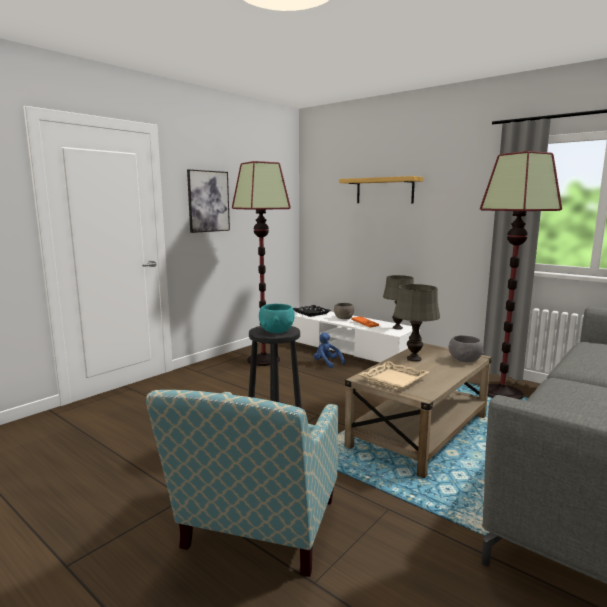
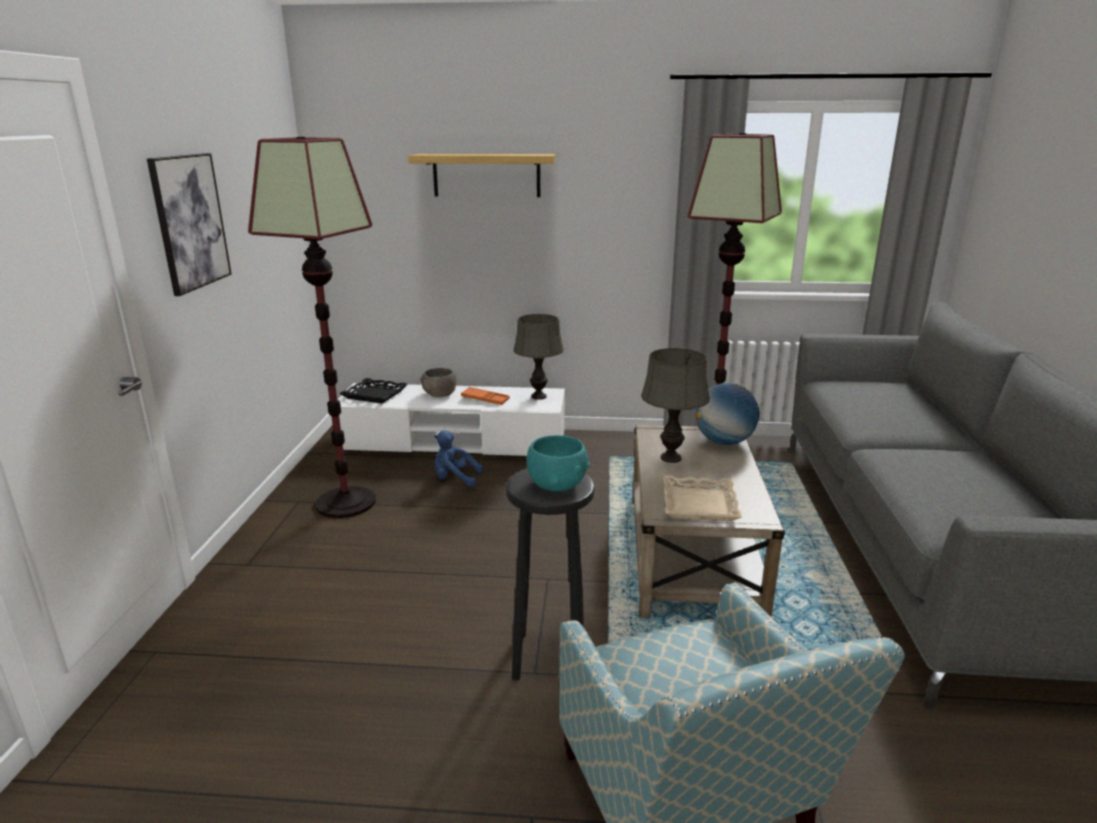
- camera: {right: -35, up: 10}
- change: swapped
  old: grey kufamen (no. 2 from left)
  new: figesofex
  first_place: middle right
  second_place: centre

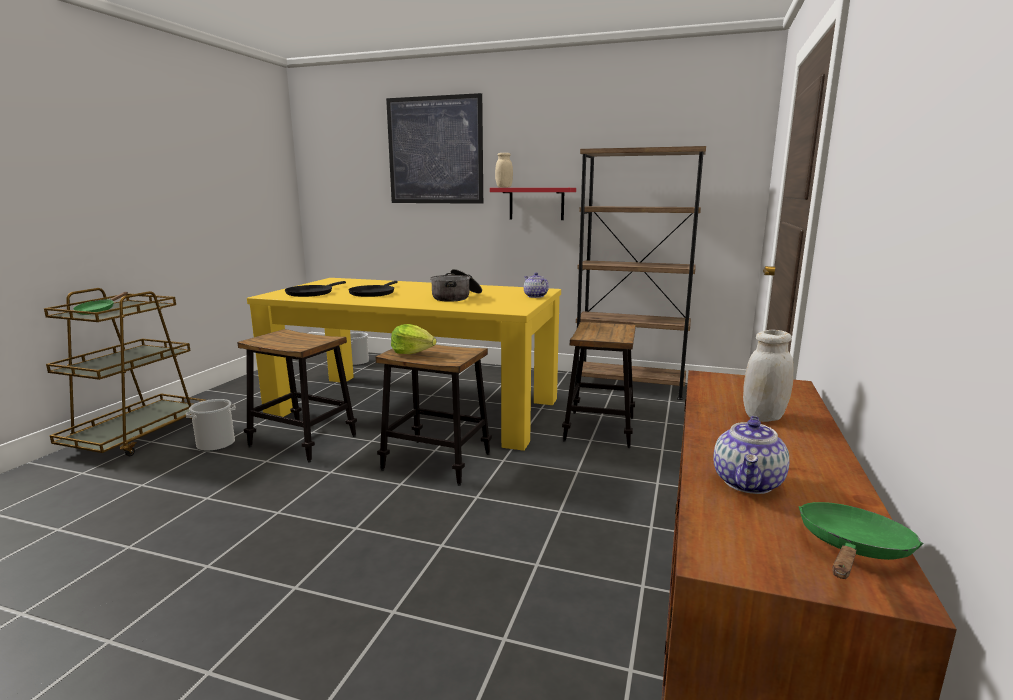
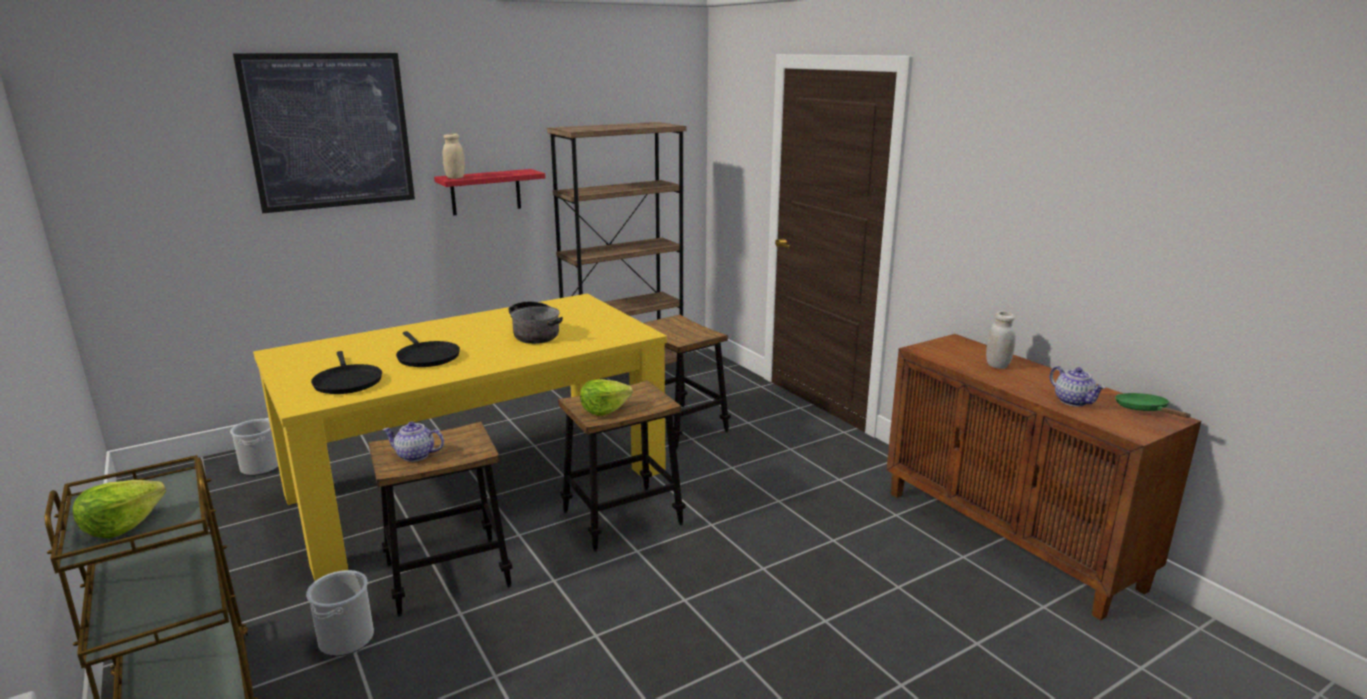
- camera: {right: -50, up: 5}
- change: swapped
  old: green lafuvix (no. 1 from left)
  new: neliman (no. 1 from left)
  first_place: middle left
  second_place: bottom left
- change: shifted
  old: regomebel (no. 1 from left)
  first_place: centre
  second_place: middle left

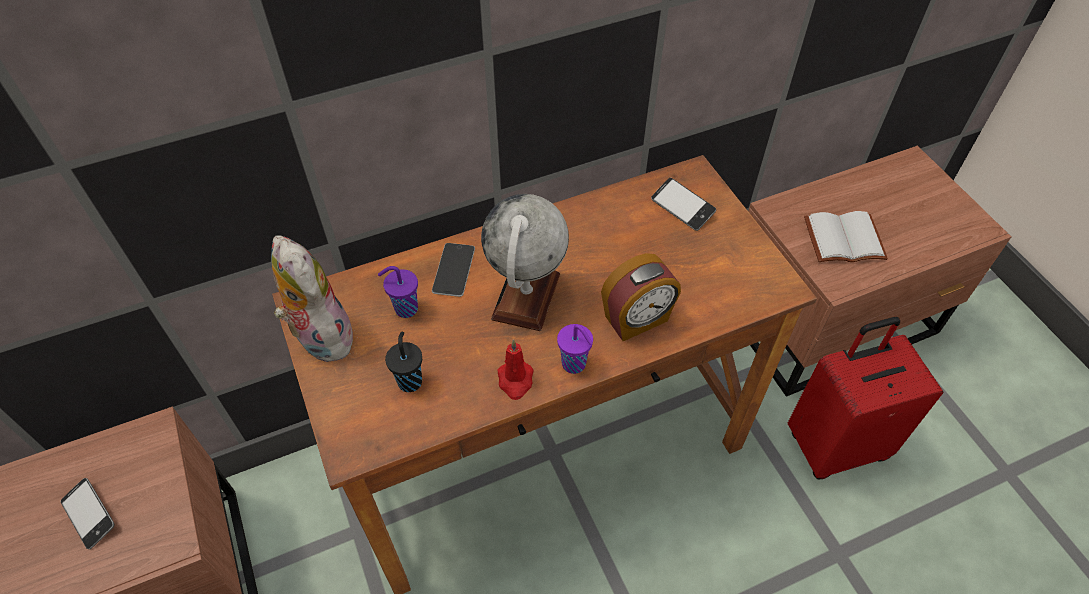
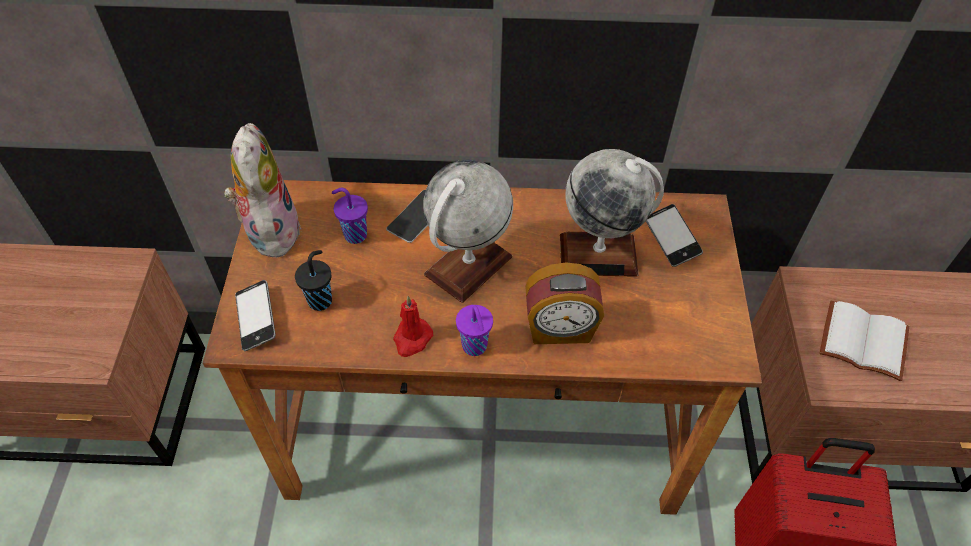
- camera: {right: 25, up: 0}
- change: shifted
  old: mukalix (no. 1 from left)
  first_place: bottom left
  second_place: middle left
- change: new
  new: figesofex (no. 2 from left)
  second_place: centre

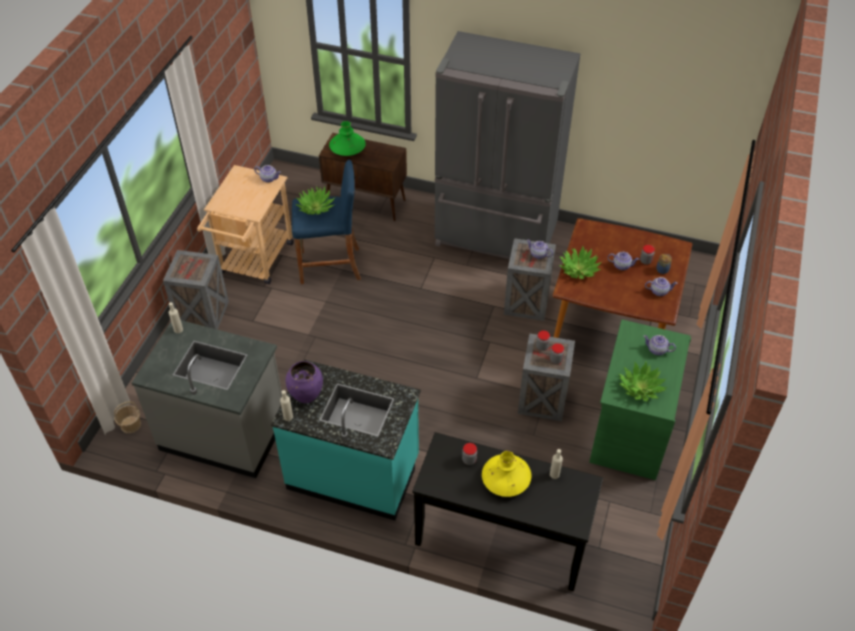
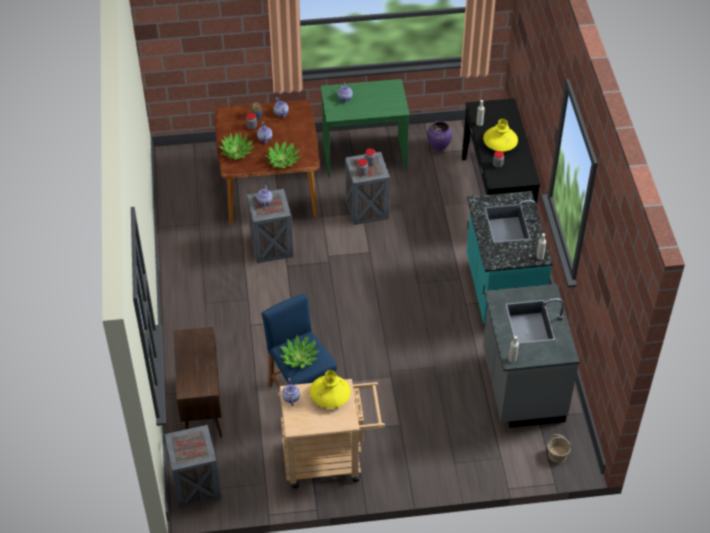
- camera: {right: -115, up: 0}
- change: shifted
  old: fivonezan (no. 1 from left)
  first_place: middle left
  second_place: bottom left
- change: shifted
  old: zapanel (no. 3 from left in the first image)
  new: zapanel (no. 1 from left)
  first_place: middle right
  second_place: top left
- change: new
  new: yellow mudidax (no. 1 from left)
  second_place: bottom centre
- change: shifted
  old: purple mudidax
  first_place: centre
  second_place: top centre
- change: gone
  old: green mudidax
  first_place: top centre
- change: gone
  old: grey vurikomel
  first_place: top centre

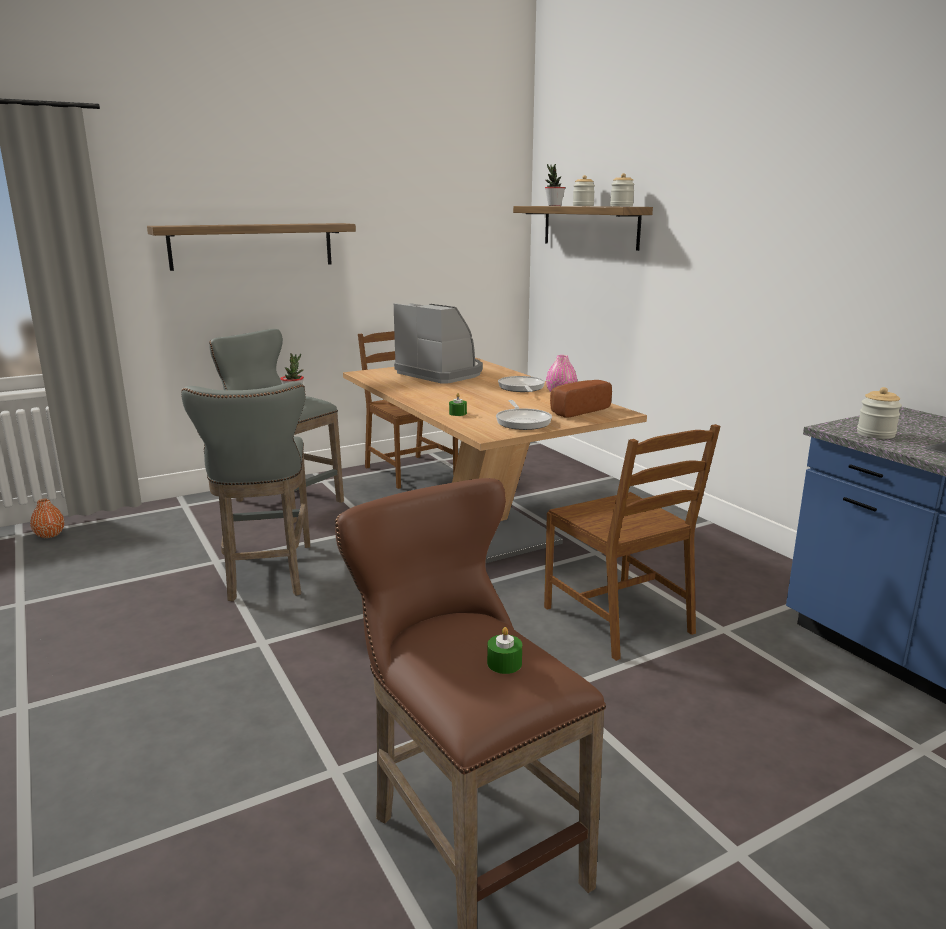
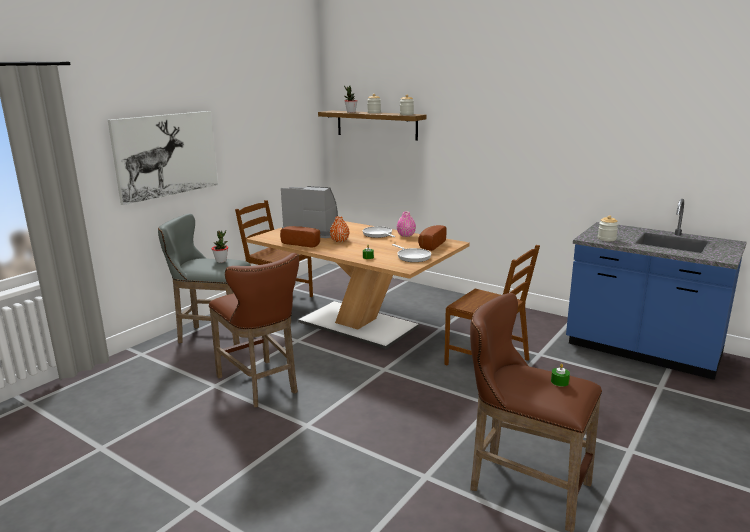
- camera: {right: -25, up: 0}
- change: swapped
  old: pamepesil (no. 1 from left)
  new: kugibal
  first_place: top left
  second_place: top left
- change: repainted
  old: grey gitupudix (no. 1 from left)
  new: brown gitupudix (no. 1 from left)
  first_place: middle left
  second_place: centre
- change: new
  new: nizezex (no. 1 from left)
  second_place: centre
- change: shifted
  old: orange mudidax
  first_place: middle left
  second_place: centre

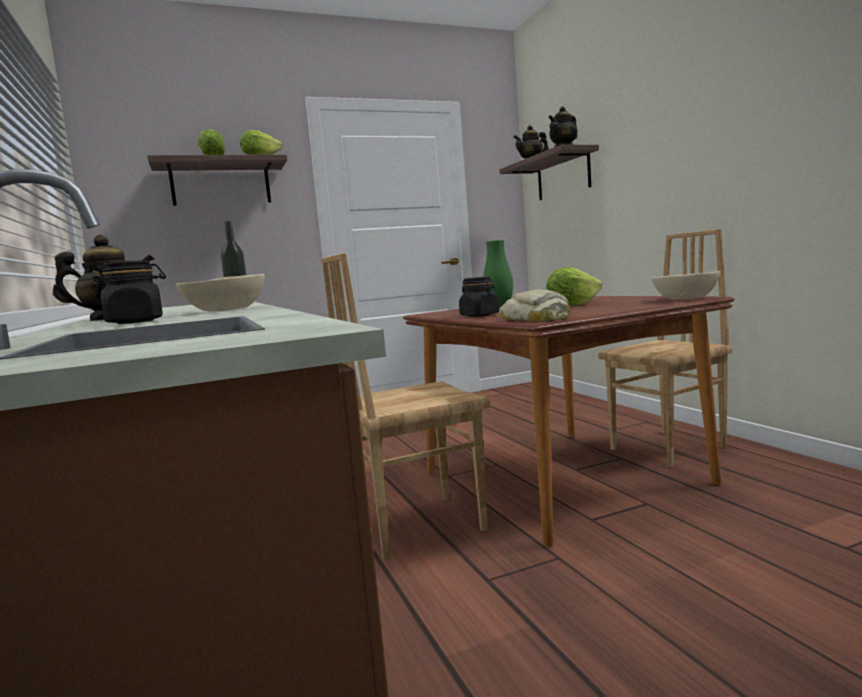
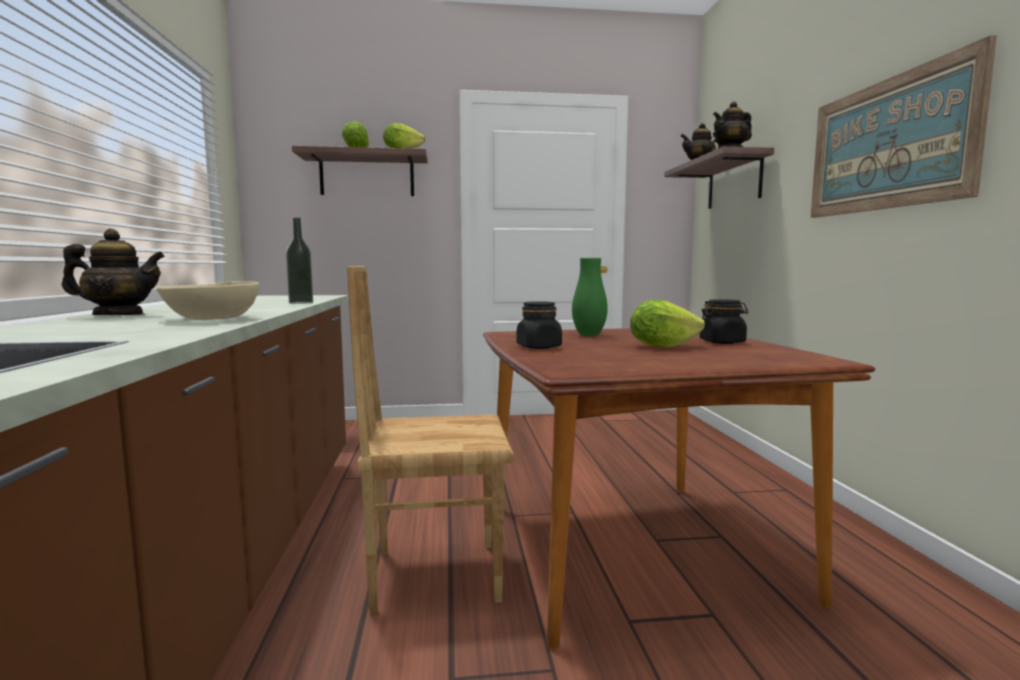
- camera: {right: 15, up: 0}
- change: shifted
  old: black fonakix (no. 1 from left in the first image)
  new: black fonakix (no. 2 from left)
  first_place: middle left
  second_place: middle right
- change: new
  new: kugibal
  second_place: top right
- change: gone
  old: nizezex
  first_place: centre
- change: gone
  old: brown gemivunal (no. 2 from left)
  first_place: middle right
- change: gone
  old: beige kufamen (no. 2 from left)
  first_place: middle right

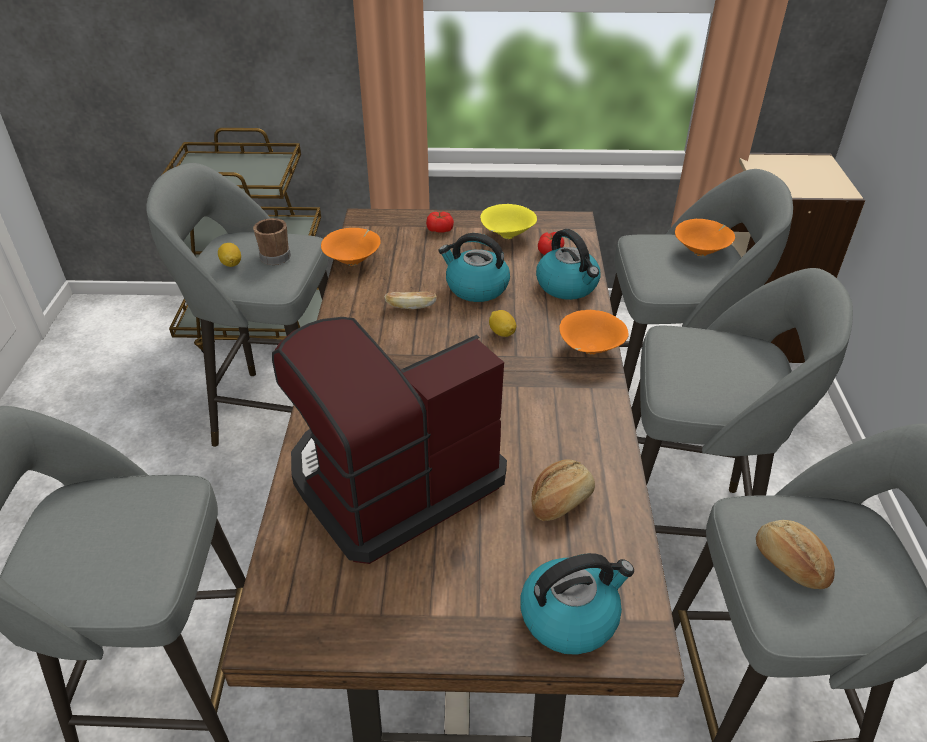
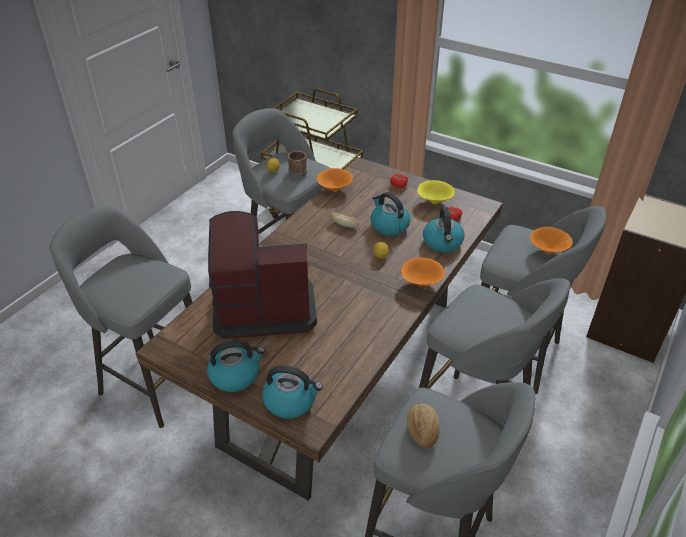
- camera: {right: 30, up: 0}
- change: new
  new: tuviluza (no. 1 from left)
  second_place: bottom centre
- change: gone
  old: nizezex (no. 2 from left)
  first_place: centre

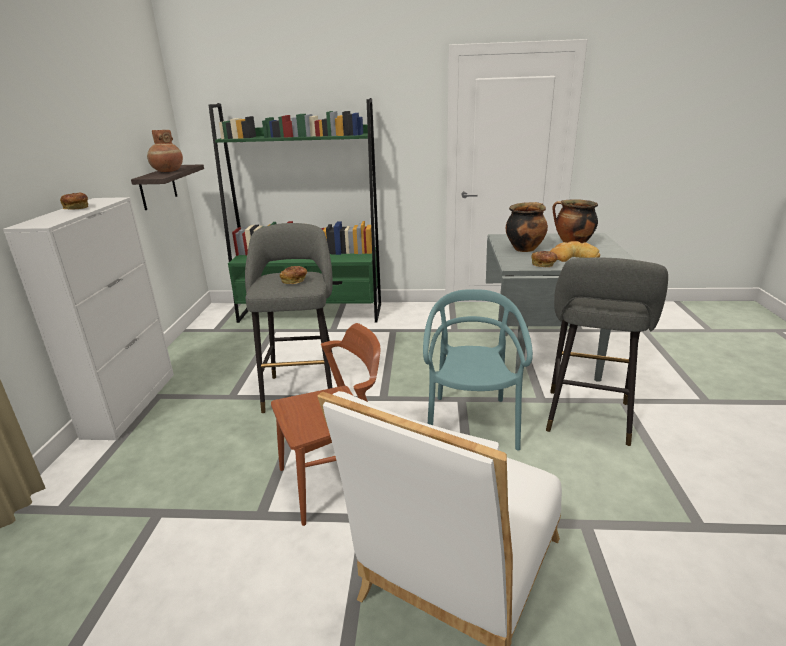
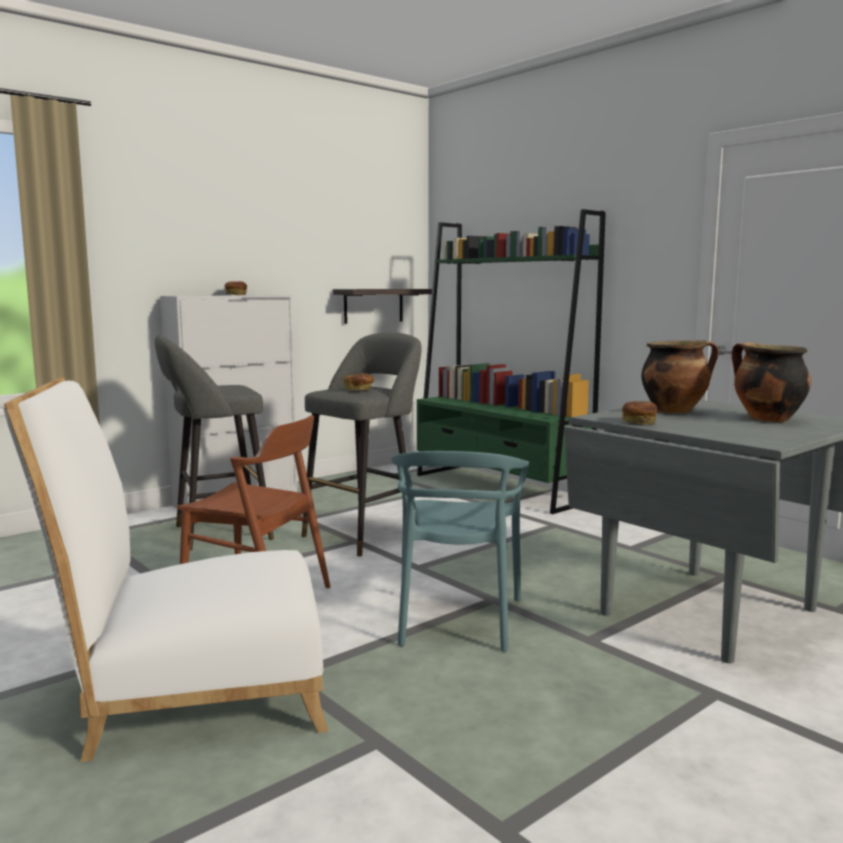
- camera: {right: 45, up: -15}
- change: shifted
  old: grey gitupudix (no. 2 from left in the first image)
  new: grey gitupudix (no. 1 from left)
  first_place: middle right
  second_place: middle left
- change: rotated
  old: turquoise gemivunal
  first_place: centre
  second_place: centre
  degrees: 135
- change: gone
  old: brown mudidax
  first_place: top left
- change: gone
  old: nizezex (no. 4 from left)
  first_place: middle right

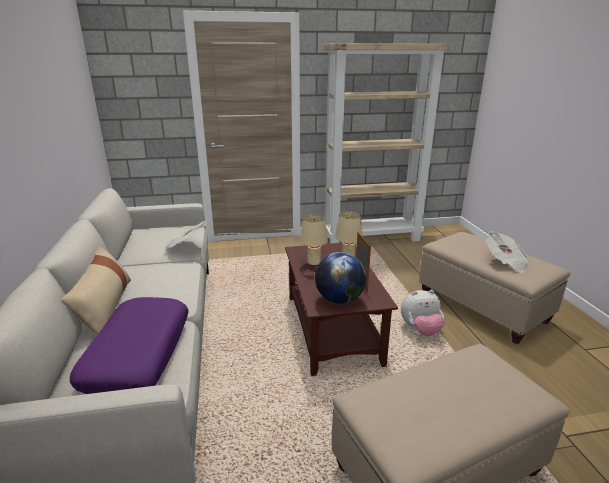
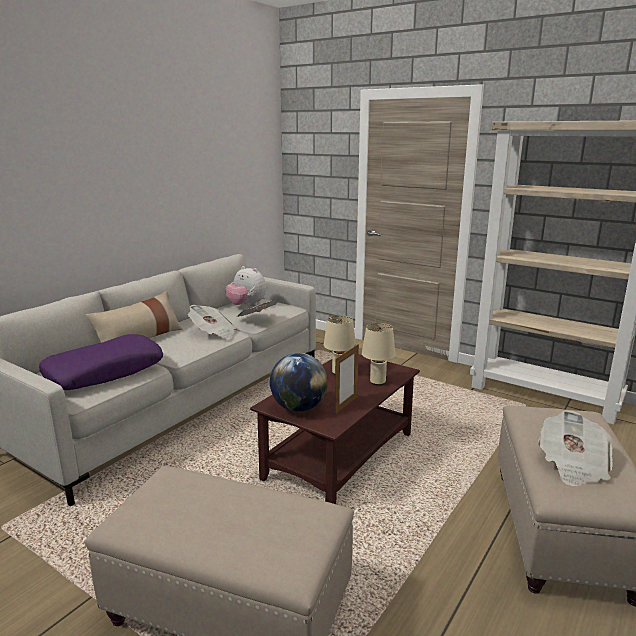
- camera: {right: 45, up: -5}
- change: new
  new: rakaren (no. 1 from left)
  second_place: centre
- change: shifted
  old: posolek
  first_place: middle right
  second_place: centre

